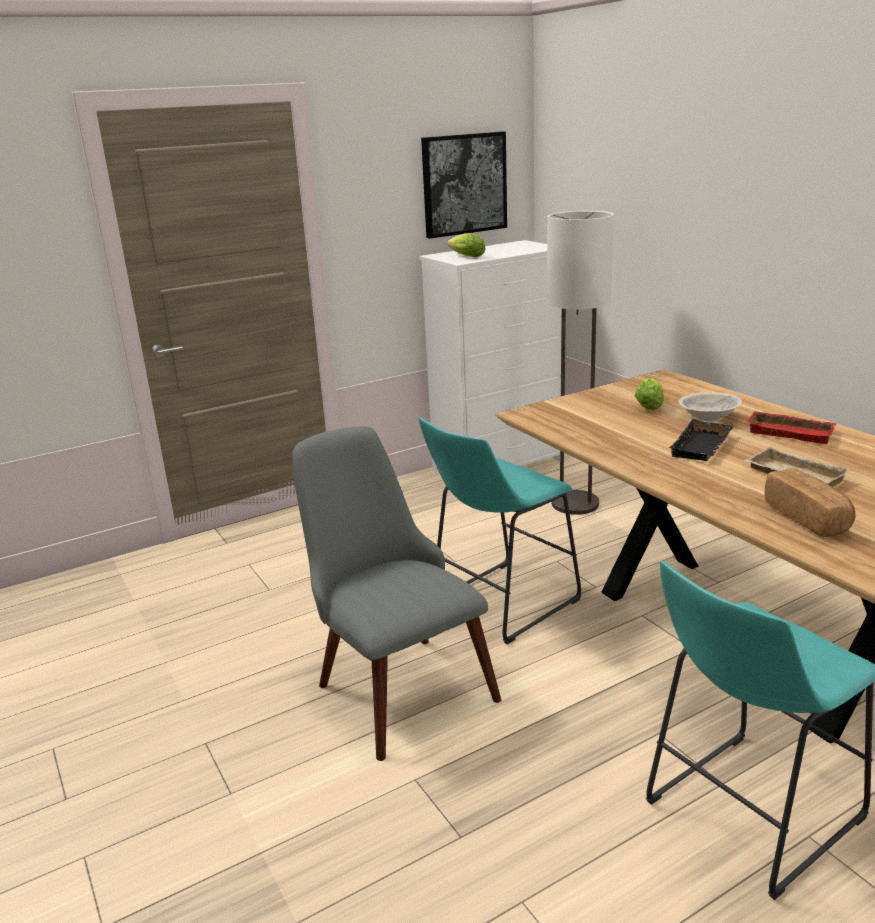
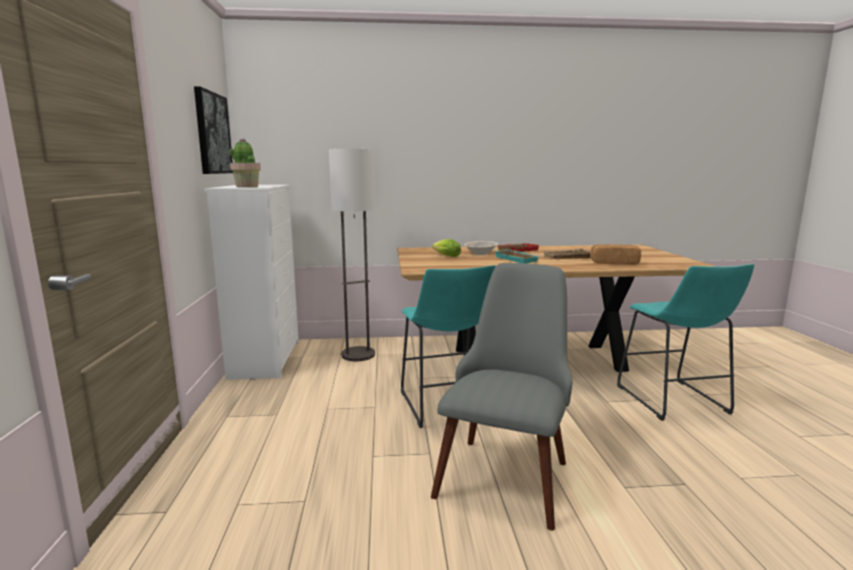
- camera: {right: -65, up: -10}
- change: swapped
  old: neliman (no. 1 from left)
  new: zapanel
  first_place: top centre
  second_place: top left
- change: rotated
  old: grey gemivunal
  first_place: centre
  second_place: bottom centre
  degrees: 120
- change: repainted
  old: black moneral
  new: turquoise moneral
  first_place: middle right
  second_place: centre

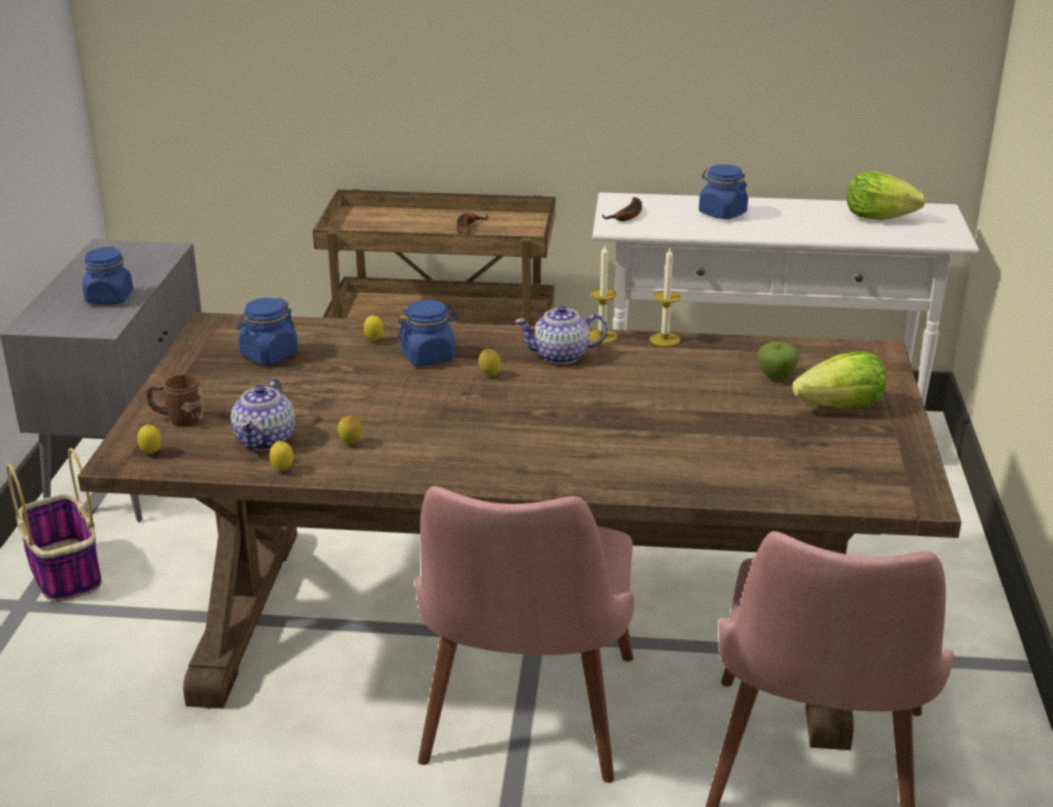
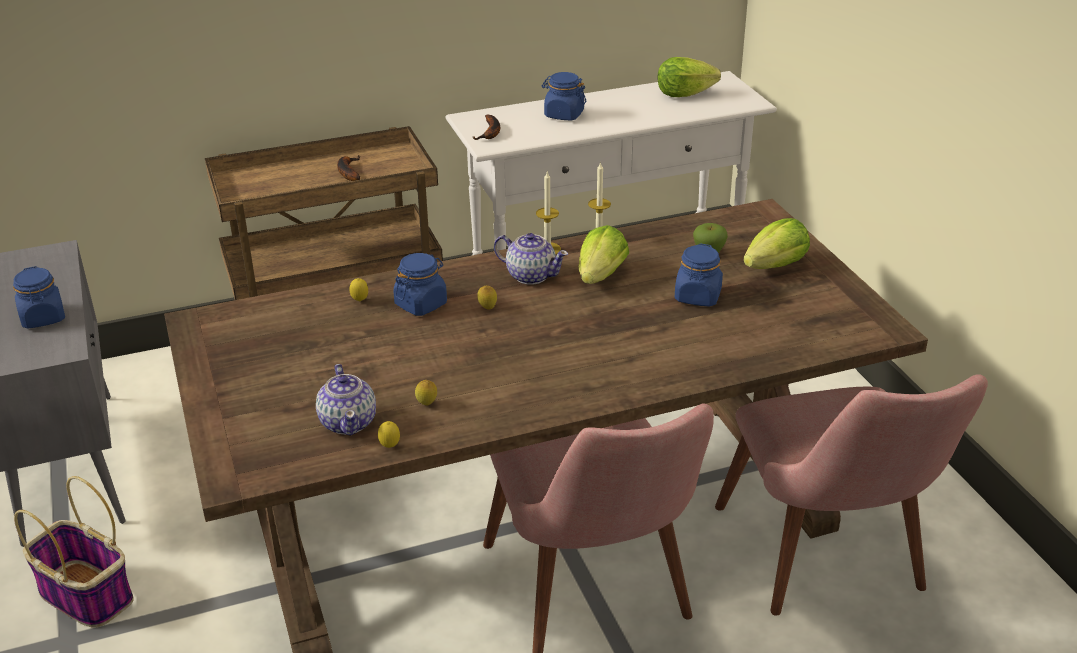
- camera: {right: -25, up: 5}
- change: rotated
  old: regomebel (no. 2 from left)
  first_place: centre
  second_place: centre
  degrees: -120
- change: new
  new: neliman (no. 1 from left)
  second_place: centre
- change: shifted
  old: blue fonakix (no. 2 from left in the first image)
  new: blue fonakix (no. 4 from left)
  first_place: middle left
  second_place: centre
- change: gone
  old: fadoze (no. 1 from left)
  first_place: middle left
- change: gone
  old: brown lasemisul
  first_place: middle left

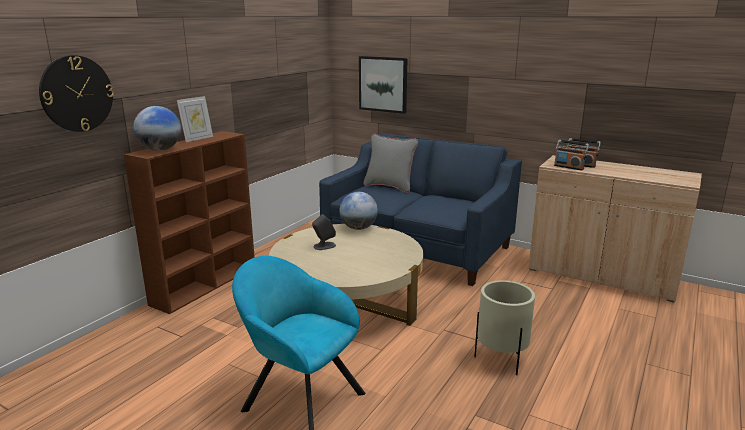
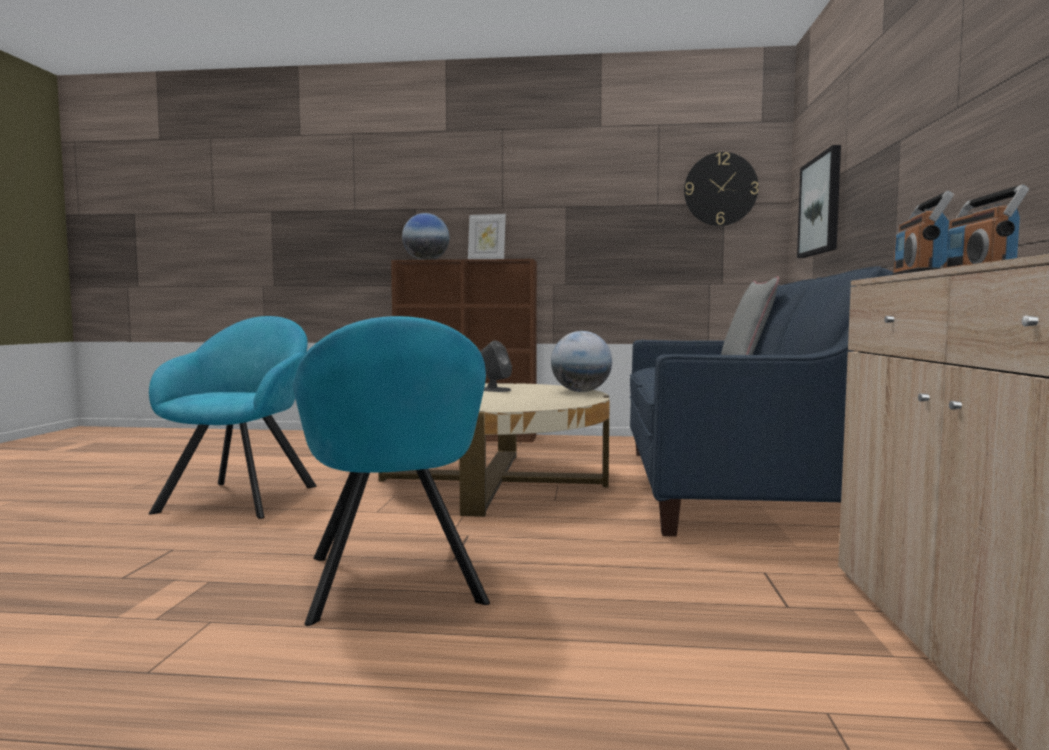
- camera: {right: 65, up: -15}
- change: swapped
  old: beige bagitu
  new: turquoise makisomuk (no. 2 from left)
  first_place: bottom right
  second_place: centre
- change: shifted
  old: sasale
  first_place: top left
  second_place: top right

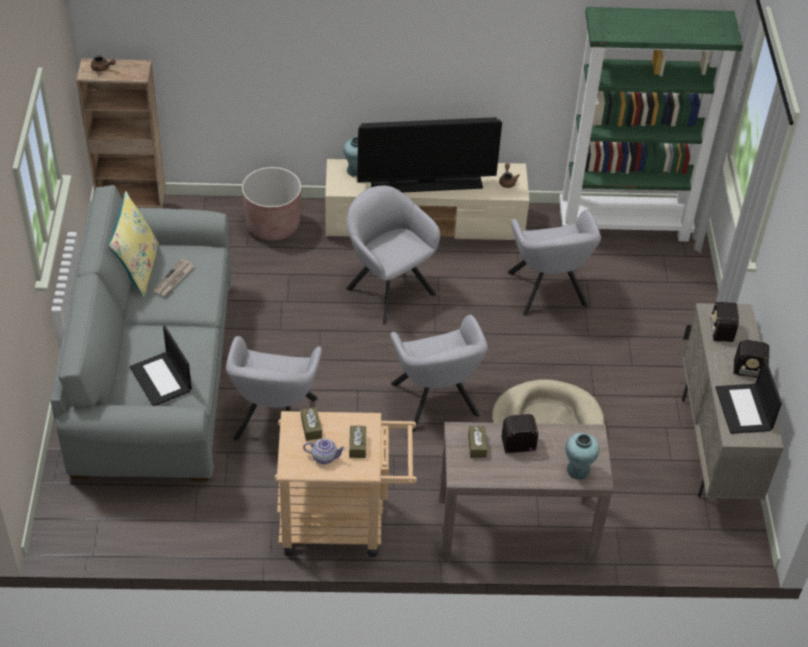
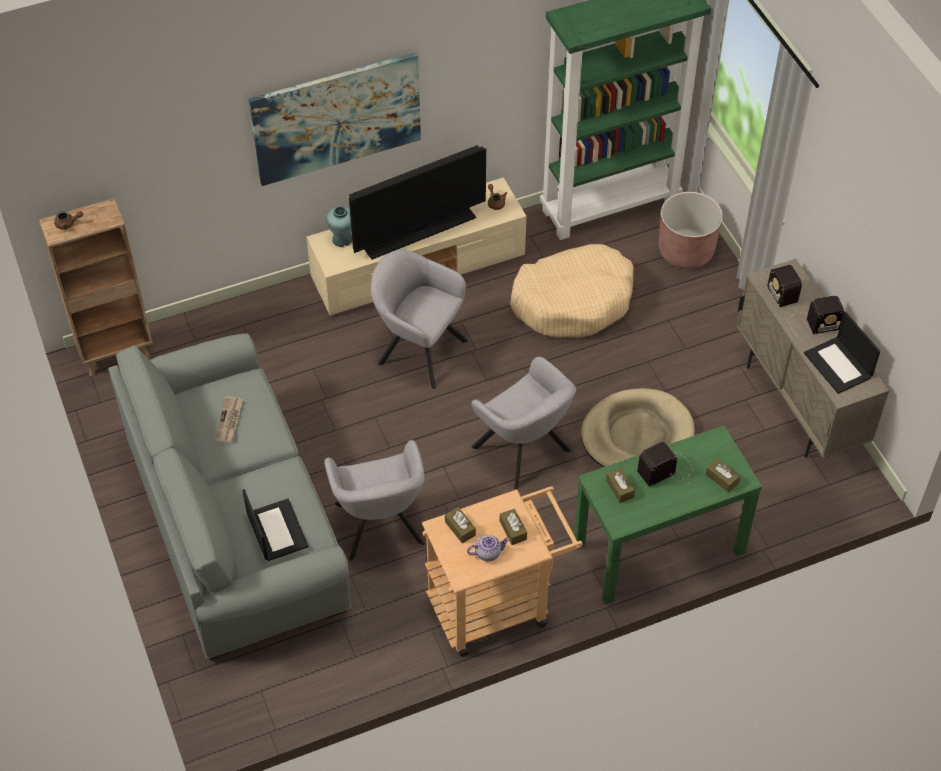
- camera: {right: -20, up: 5}
- change: rotated
  old: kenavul (no. 1 from left)
  first_place: middle left
  second_place: bottom left
  degrees: -150
- change: new
  new: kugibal
  second_place: top centre
- change: swapped
  old: grey makisomuk (no. 4 from left)
  new: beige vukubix (no. 1 from left)
  first_place: middle right
  second_place: centre
- change: repainted
  old: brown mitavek
  new: green mitavek
  first_place: bottom centre
  second_place: bottom right
- change: shifted
  old: brown bagitu
  first_place: top centre
  second_place: top right
- change: swapped
  old: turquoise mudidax (no. 2 from left)
  new: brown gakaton (no. 4 from left)
  first_place: bottom right
  second_place: middle right
- change: gone
  old: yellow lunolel
  first_place: middle left

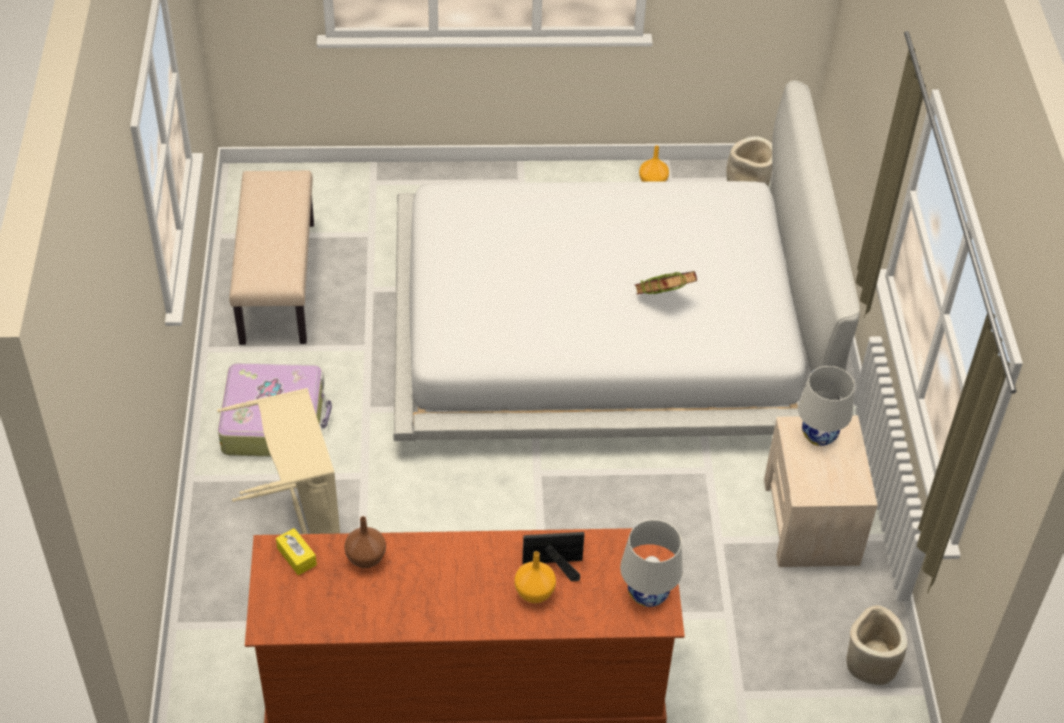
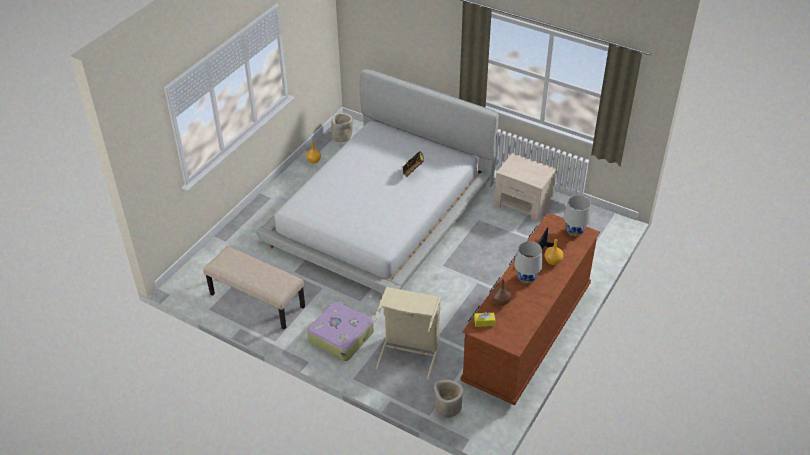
- camera: {right: -55, up: -5}
- change: shifted
  old: beige bagitu (no. 2 from left)
  first_place: bottom right
  second_place: bottom centre
- change: shifted
  old: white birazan (no. 2 from left in the first image)
  new: white birazan (no. 1 from left)
  first_place: middle right
  second_place: centre

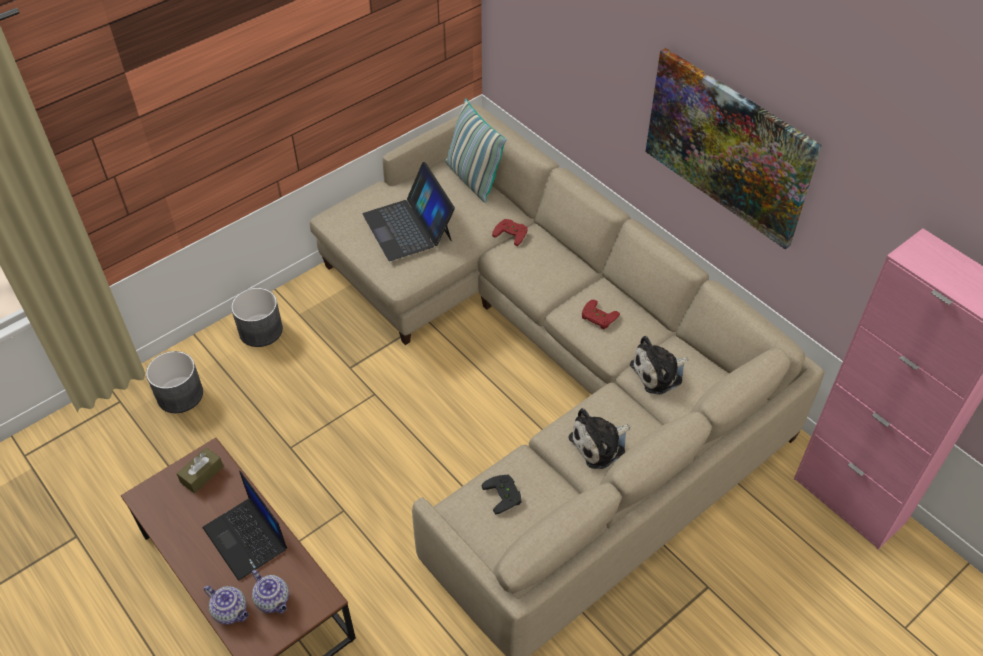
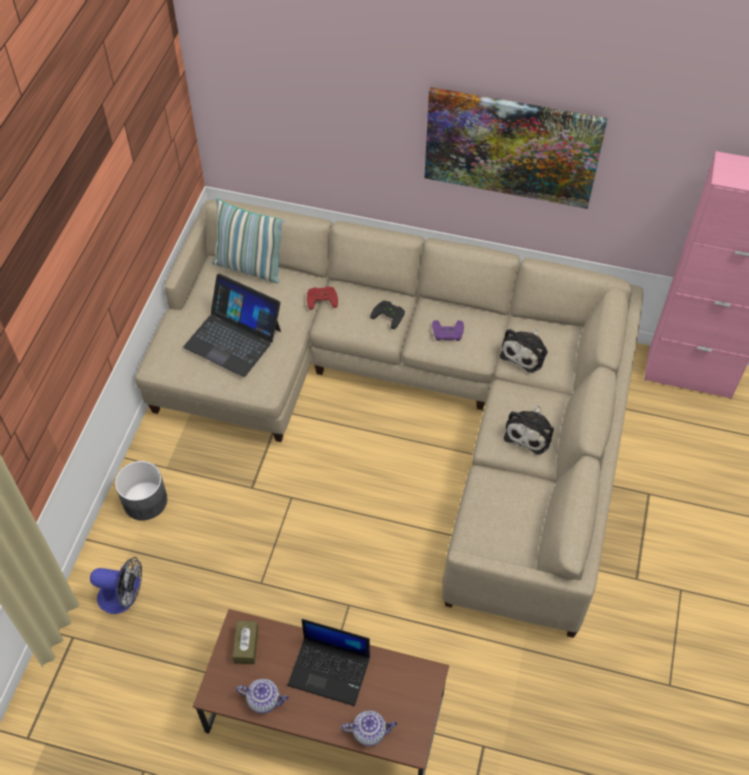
- camera: {right: -35, up: 5}
- change: swapped
  old: grey bagitu (no. 1 from left)
  new: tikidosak
  first_place: middle left
  second_place: bottom left
- change: shifted
  old: regomebel (no. 2 from left in the first image)
  new: regomebel (no. 1 from left)
  first_place: bottom left
  second_place: bottom centre
- change: shifted
  old: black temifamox
  first_place: bottom centre
  second_place: centre
- change: repainted
  old: red temifamox (no. 2 from left)
  new: purple temifamox
  first_place: centre
  second_place: centre

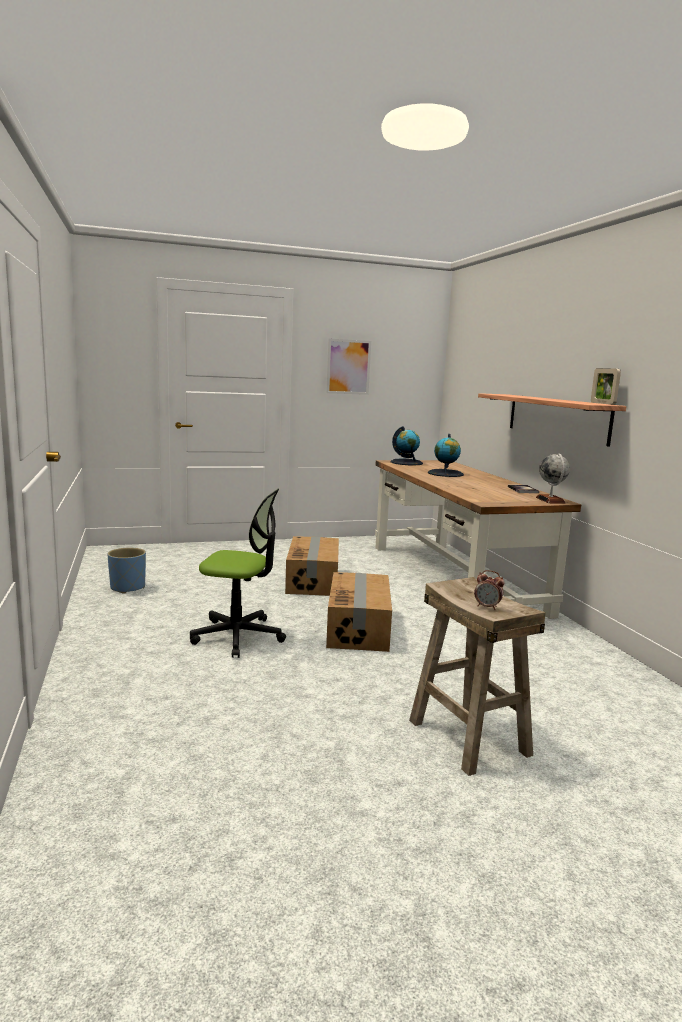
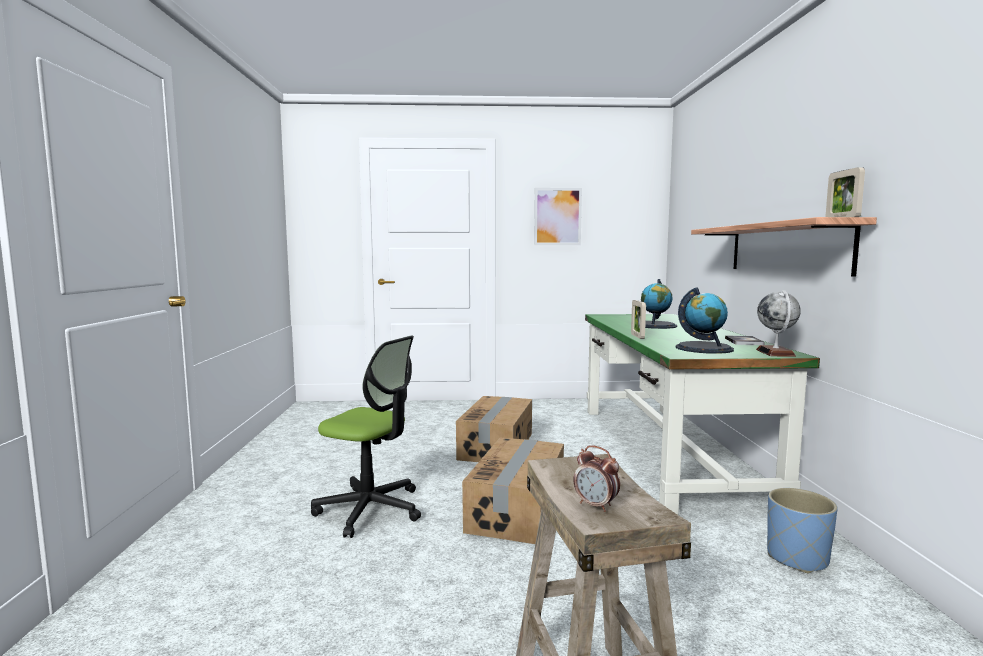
- camera: {right: 15, up: -5}
- change: repainted
  old: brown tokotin
  new: green tokotin
  first_place: middle right
  second_place: middle right
- change: new
  new: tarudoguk (no. 1 from left)
  second_place: centre
- change: shifted
  old: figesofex (no. 1 from left in the first image)
  new: figesofex (no. 2 from left)
  first_place: centre
  second_place: middle right
- change: shifted
  old: blue bagitu
  first_place: middle left
  second_place: bottom right

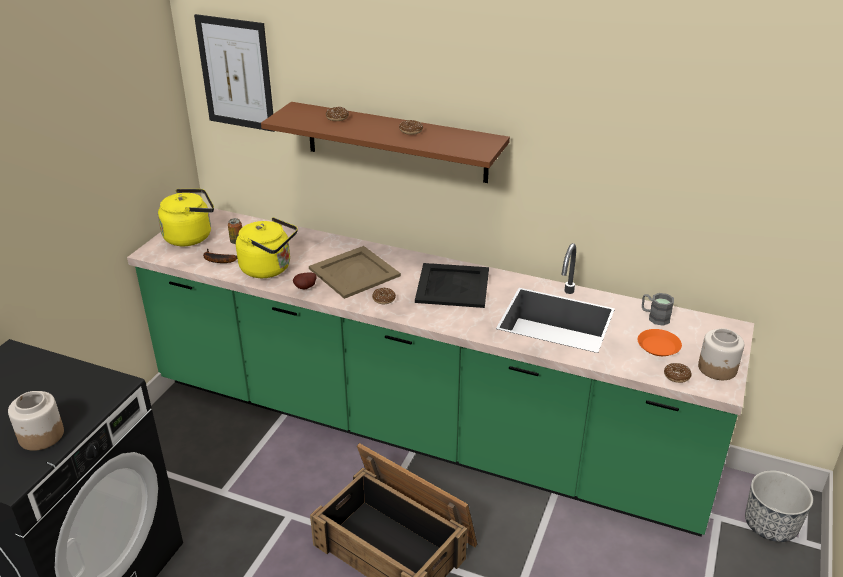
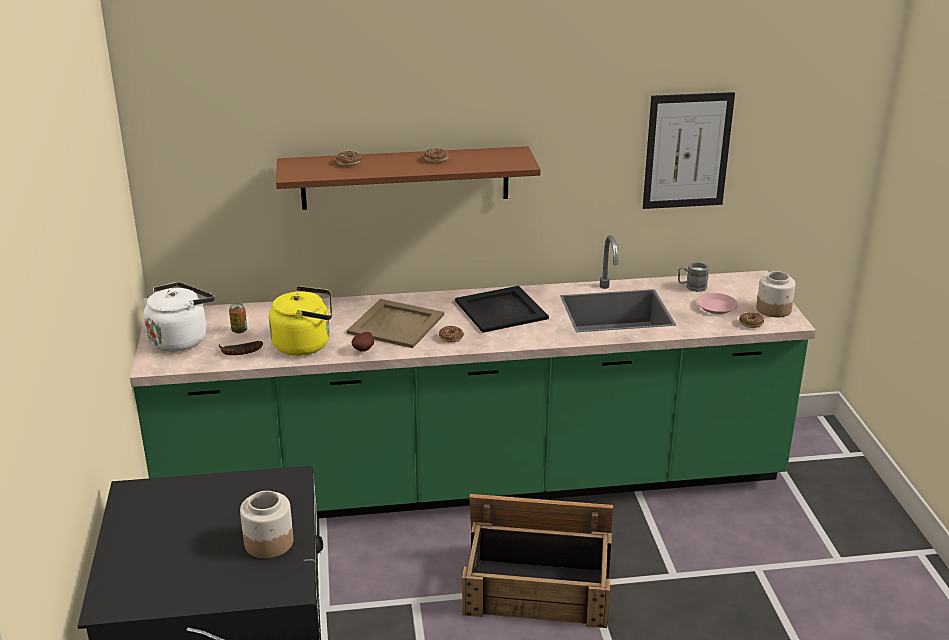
- camera: {right: -30, up: -5}
- change: repainted
  old: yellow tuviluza (no. 1 from left)
  new: white tuviluza
  first_place: middle left
  second_place: middle left
- change: shifted
  old: kugibal
  first_place: top left
  second_place: top right
- change: repainted
  old: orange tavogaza
  new: pink tavogaza
  first_place: middle right
  second_place: middle right
- change: gone
  old: bagitu
  first_place: bottom right

